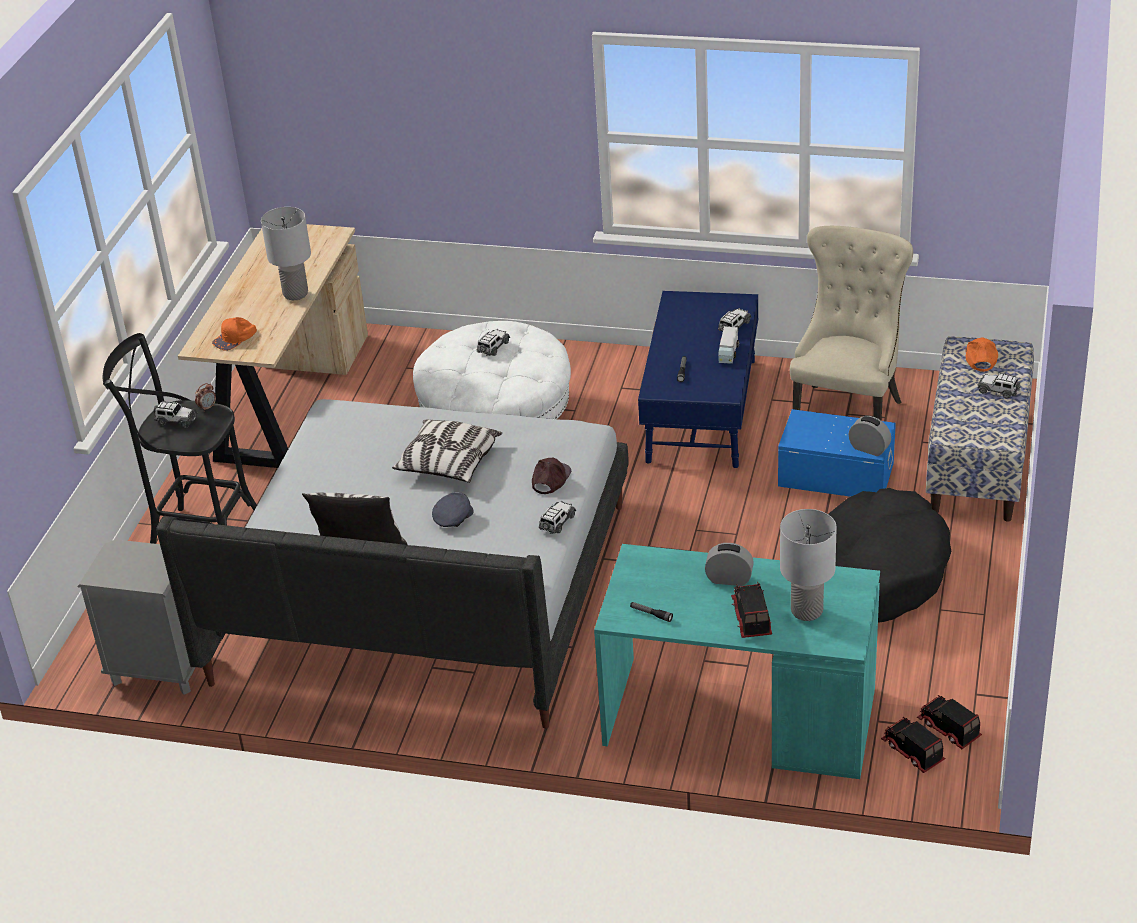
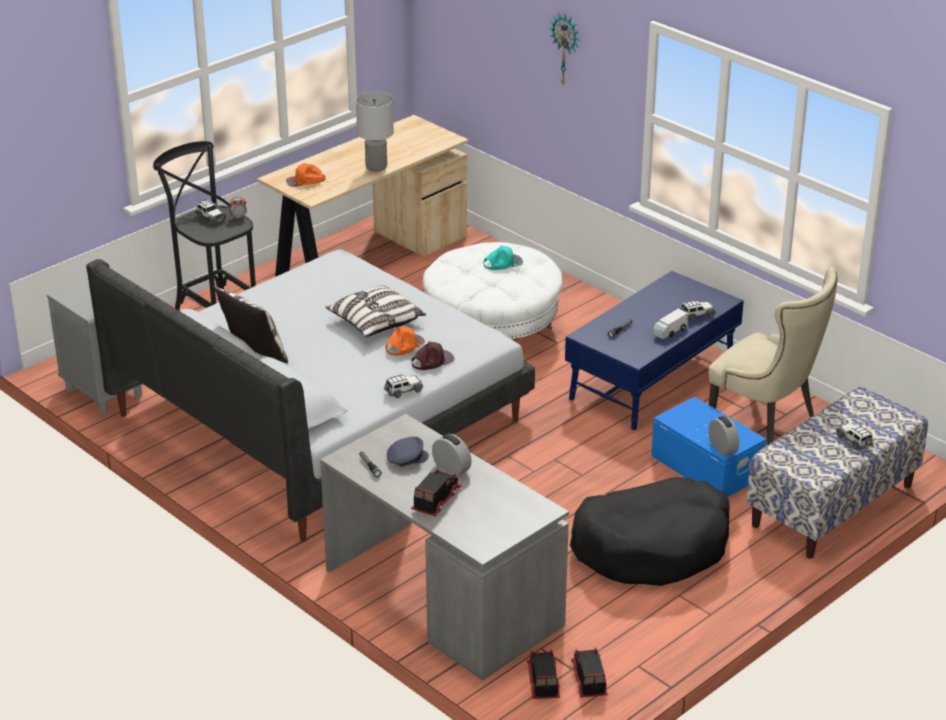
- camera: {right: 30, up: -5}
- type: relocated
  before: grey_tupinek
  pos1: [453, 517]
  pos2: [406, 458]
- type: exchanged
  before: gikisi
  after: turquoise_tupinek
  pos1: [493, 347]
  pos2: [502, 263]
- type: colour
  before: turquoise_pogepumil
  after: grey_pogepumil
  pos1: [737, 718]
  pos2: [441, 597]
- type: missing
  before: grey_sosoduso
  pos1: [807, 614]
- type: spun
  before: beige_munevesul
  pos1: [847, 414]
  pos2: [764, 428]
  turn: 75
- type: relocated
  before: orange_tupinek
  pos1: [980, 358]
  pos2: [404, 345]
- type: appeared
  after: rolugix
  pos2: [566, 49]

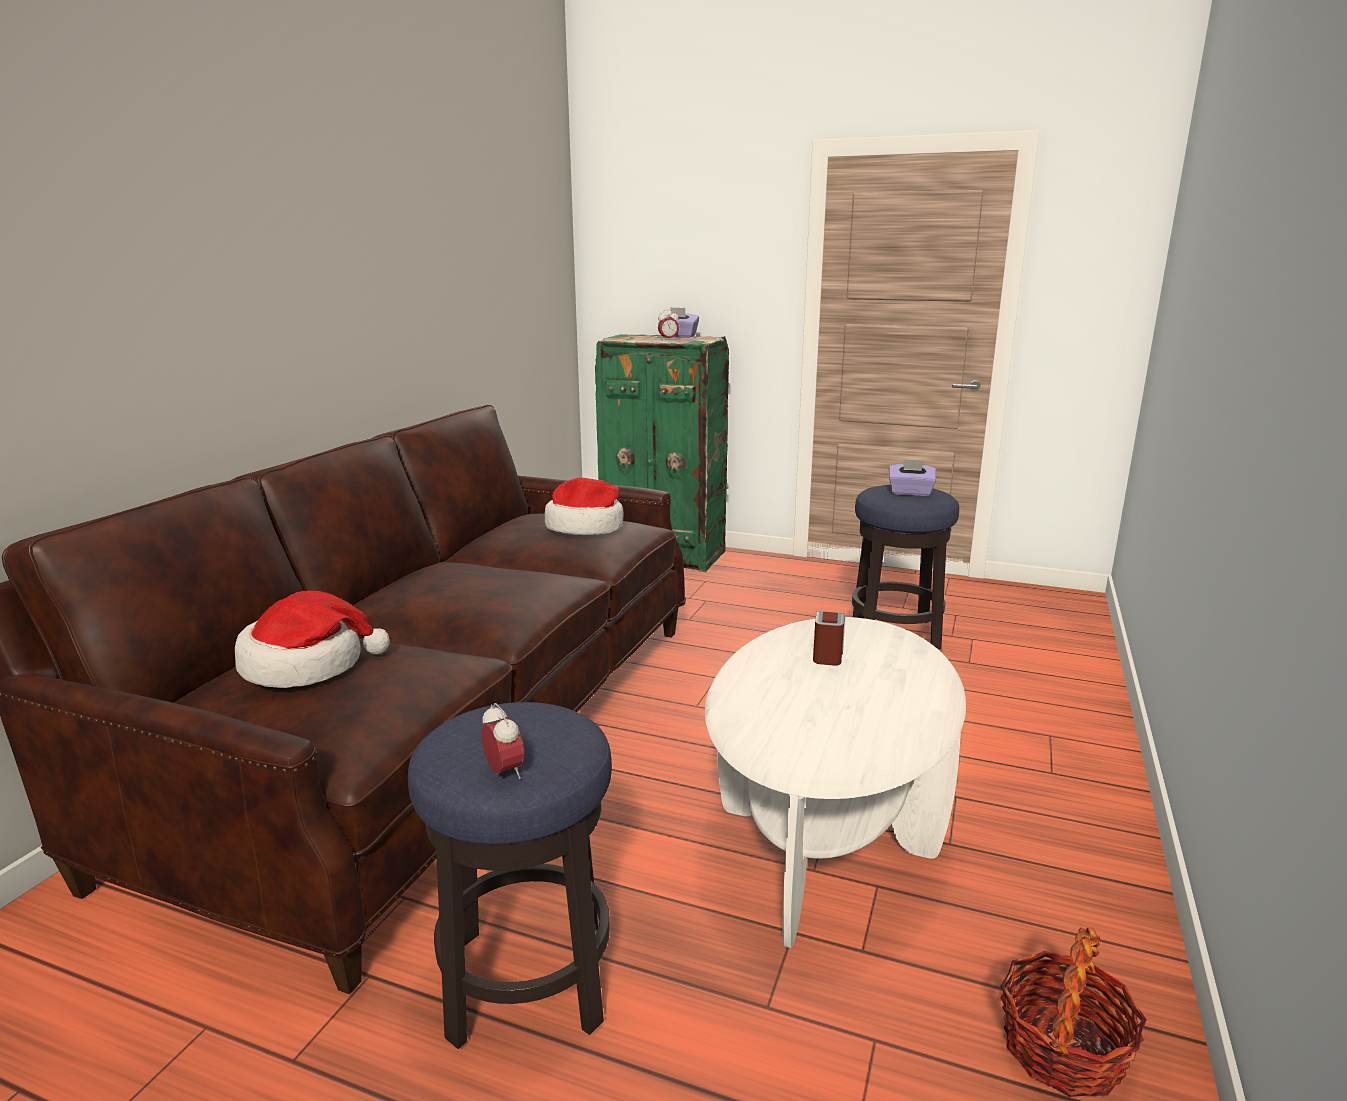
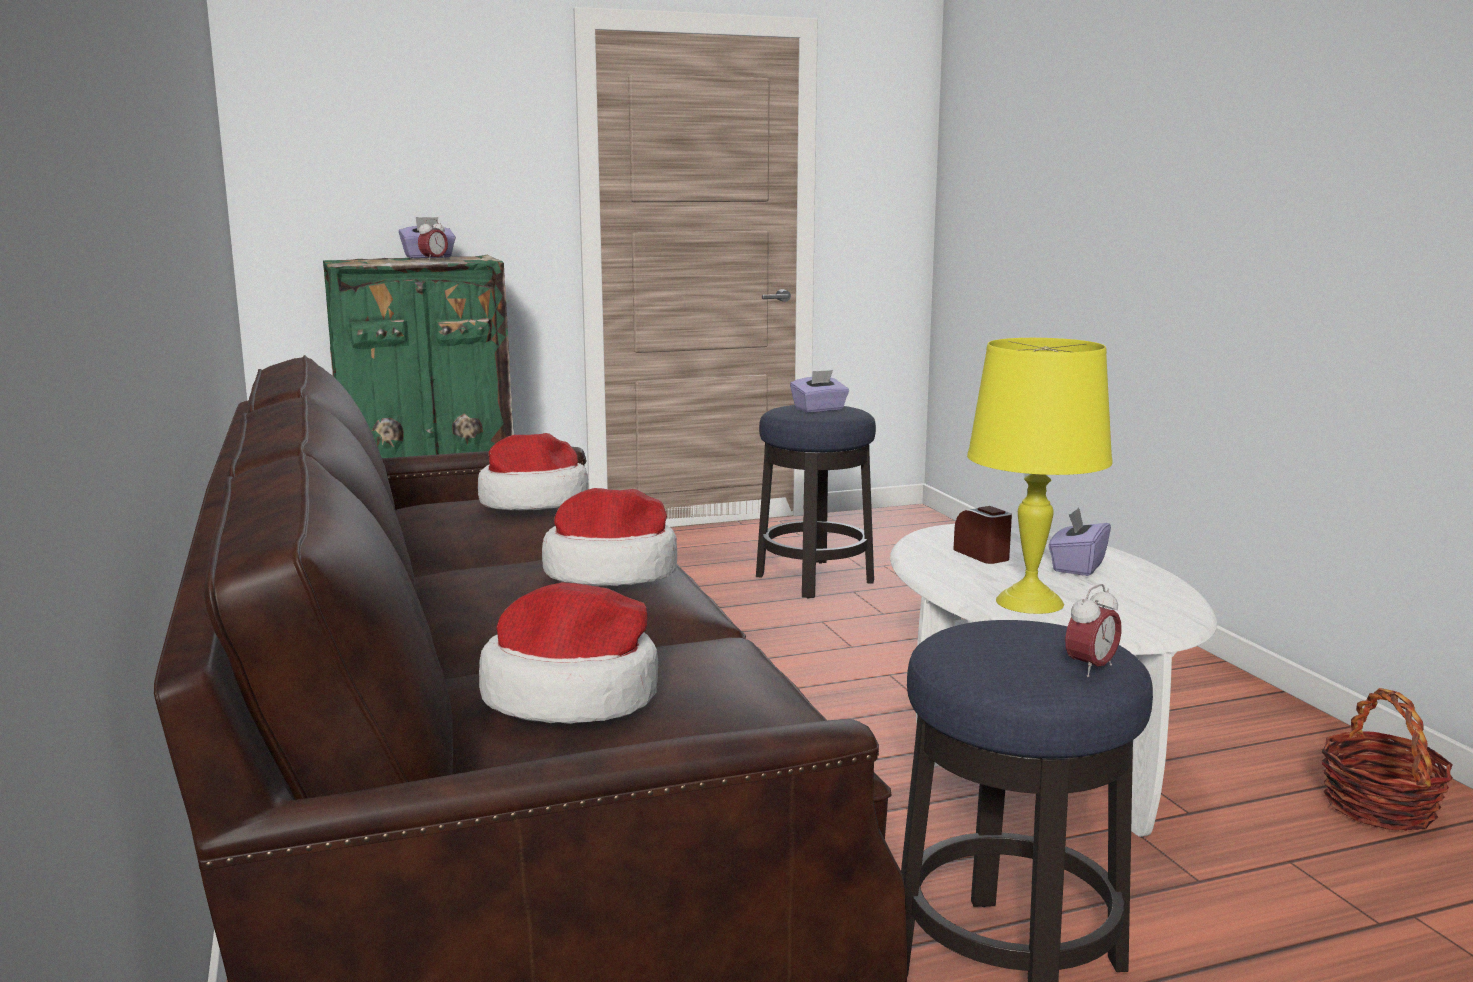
- camera: {right: -40, up: -5}
- type: spun
  before: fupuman
  pos1: [504, 772]
  pos2: [1090, 668]
  turn: 120
- type: appeared
  after: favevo
  pos2: [611, 572]
- type: appeared
  after: yellow_sosoduso
  pos2: [1028, 602]
- type: appeared
  after: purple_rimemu
  pos2: [1077, 566]

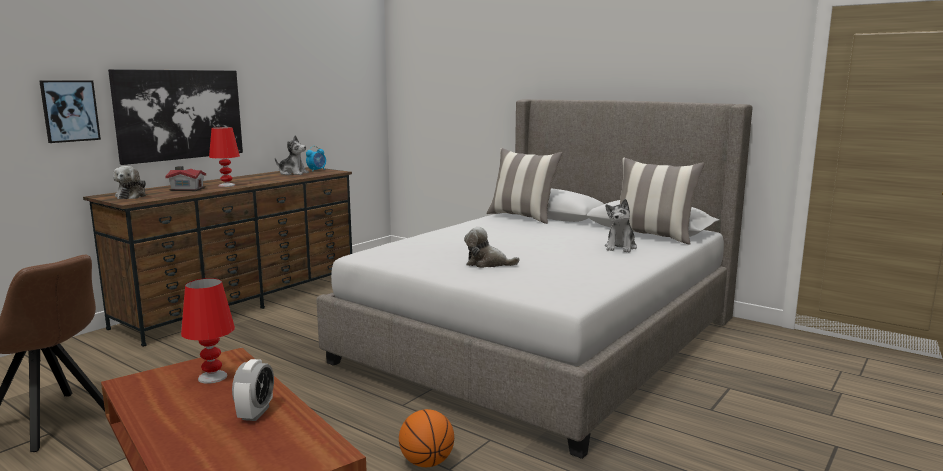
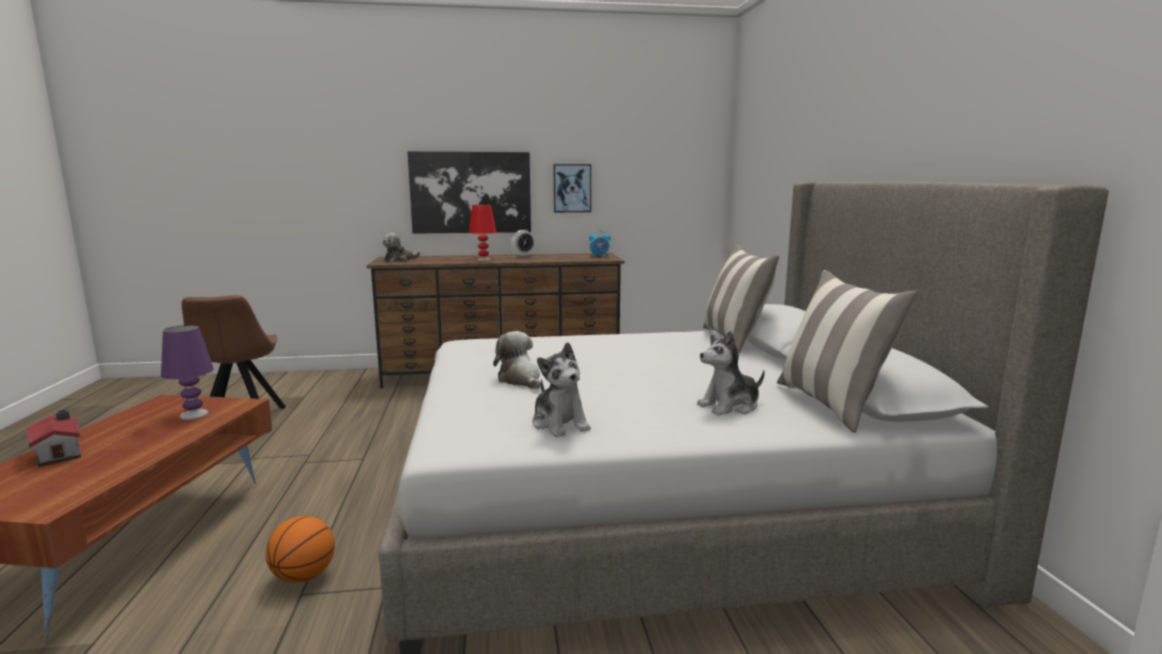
- camera: {right: 45, up: 0}
- type: relocated
  before: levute
  pos1: [70, 111]
  pos2: [572, 188]
- type: relocated
  before: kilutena
  pos1: [187, 189]
  pos2: [60, 453]
- type: colour
  before: red_sosoduso
  after: purple_sosoduso
  pos1: [213, 377]
  pos2: [194, 415]
- type: relocated
  before: fupuman
  pos1: [255, 413]
  pos2: [523, 256]
- type: relocated
  before: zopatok
  pos1: [293, 173]
  pos2: [560, 424]

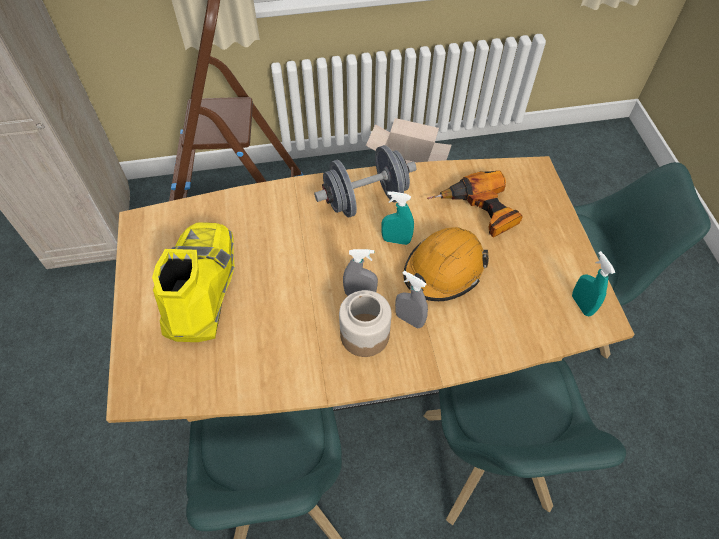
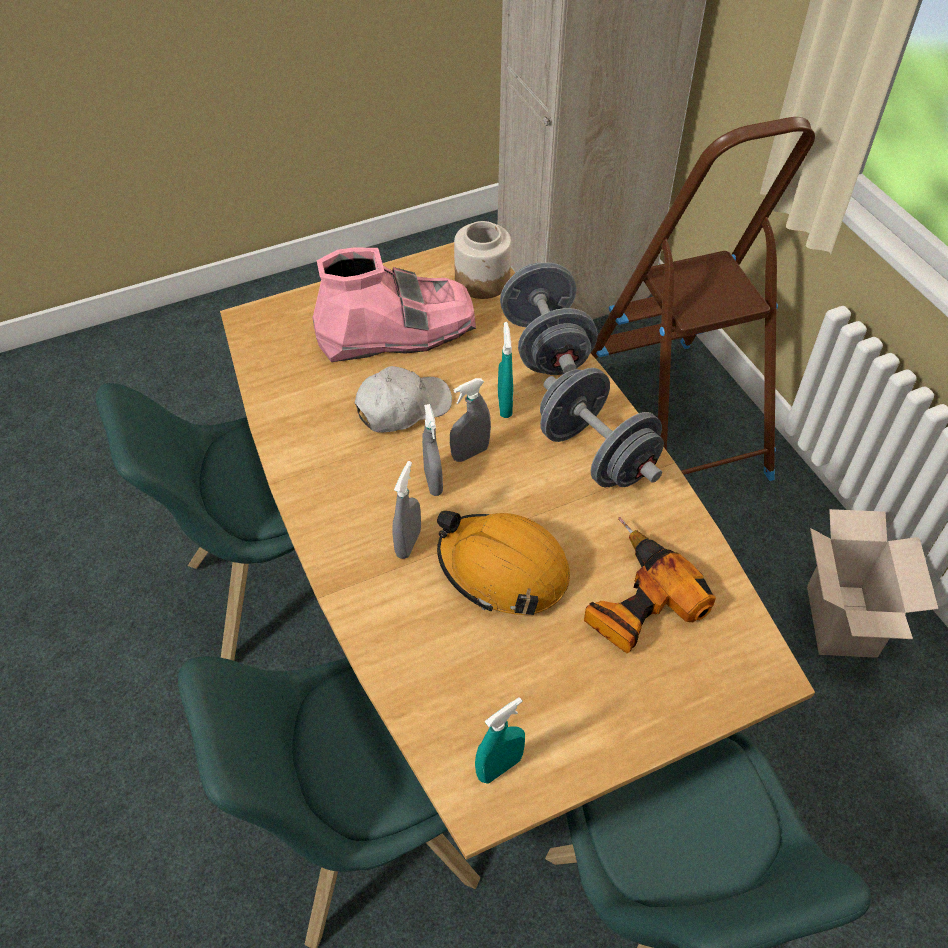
- camera: {right: 75, up: -5}
- type: colour
  before: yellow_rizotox
  after: pink_rizotox
  pos1: [201, 287]
  pos2: [397, 332]
- type: relocated
  before: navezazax
  pos1: [364, 334]
  pos2: [482, 280]
- type: relocated
  before: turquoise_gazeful
  pos1: [396, 240]
  pos2: [504, 405]
- type: appeared
  after: white_tupinek
  pos2: [402, 407]
- type: appeared
  after: grey_gazeful
  pos2: [470, 453]
- type: appeared
  after: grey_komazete
  pos2: [545, 346]

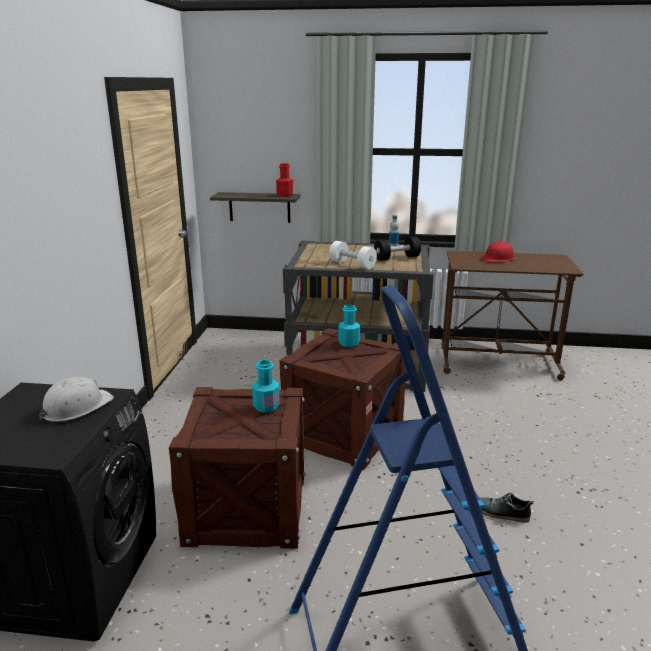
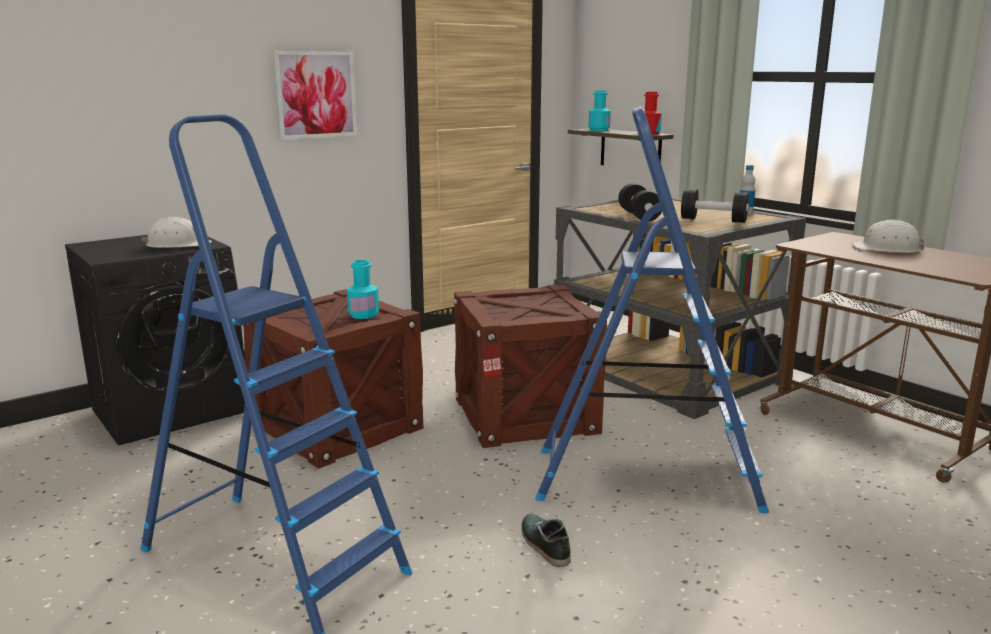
- camera: {right: 45, up: -5}
- type: colour
  before: white_komazete
  after: black_komazete
  pos1: [352, 265]
  pos2: [639, 216]
- type: relocated
  before: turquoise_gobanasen
  pos1: [349, 343]
  pos2: [599, 130]
- type: colour
  before: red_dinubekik
  after: white_dinubekik
  pos1: [498, 258]
  pos2: [887, 249]
- type: appeared
  after: levute
  pos2: [315, 95]
- type: appeared
  after: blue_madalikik
  pos2: [648, 480]

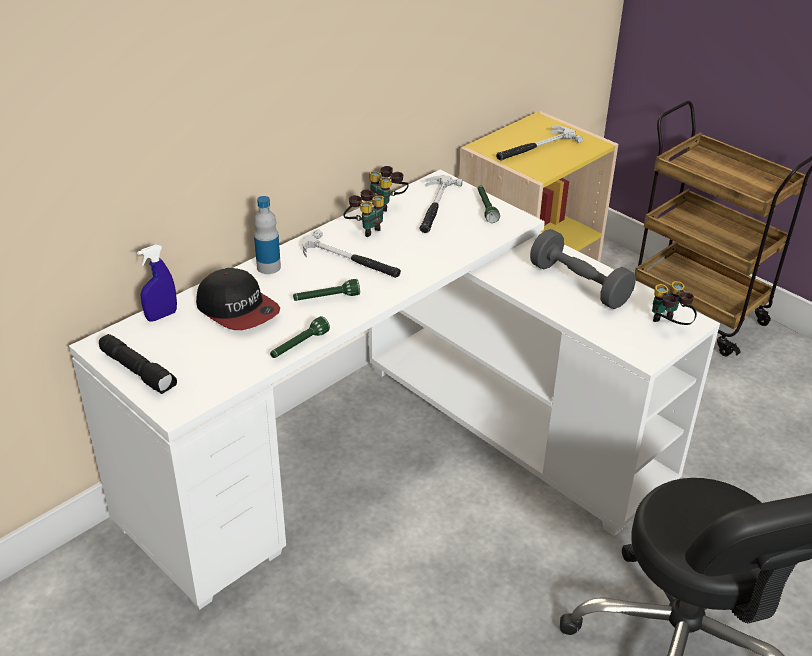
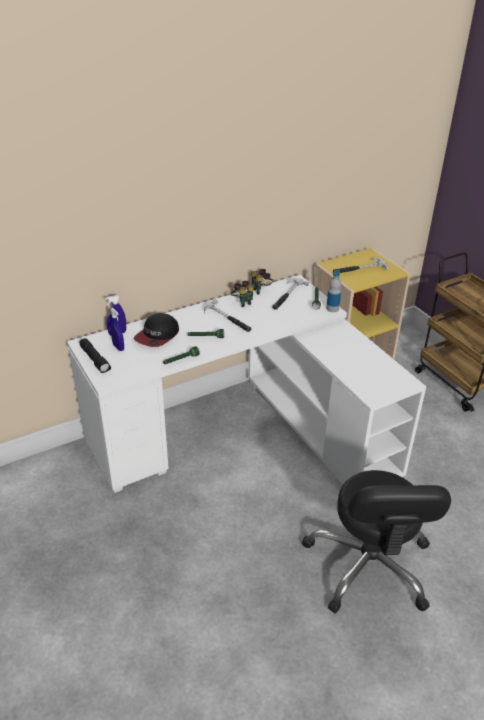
- camera: {right: 15, up: 0}
- type: spun
  before: tupinek
  pos1: [238, 309]
  pos2: [157, 336]
  turn: 60
- type: relocated
  before: gobanasen
  pos1: [268, 267]
  pos2: [332, 308]
- type: missing
  before: grey_komazete
  pos1: [579, 284]
- type: missing
  before: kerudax
  pos1: [668, 326]
- type: appeared
  after: blue_gazeful
  pos2: [118, 347]

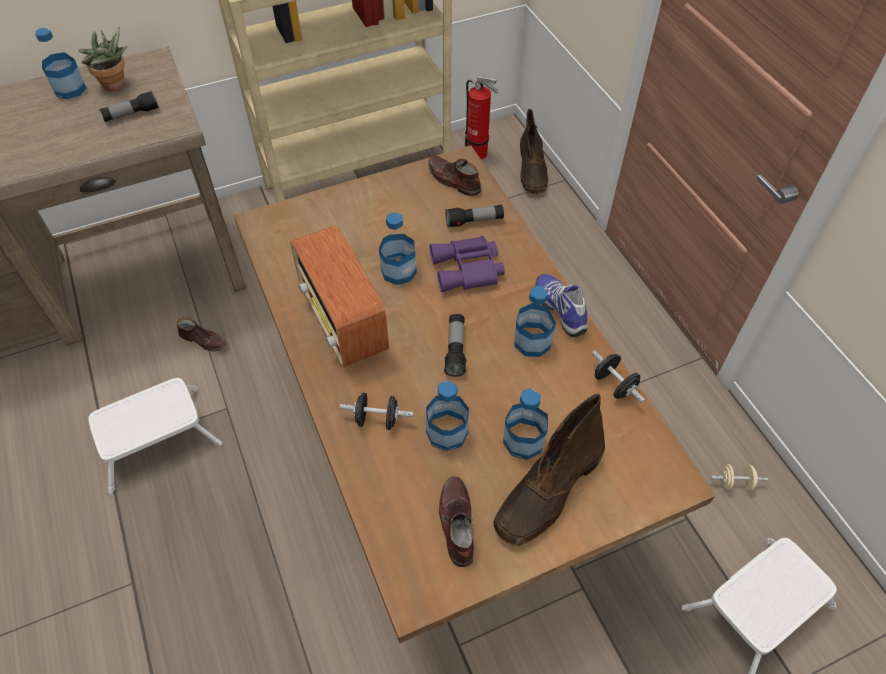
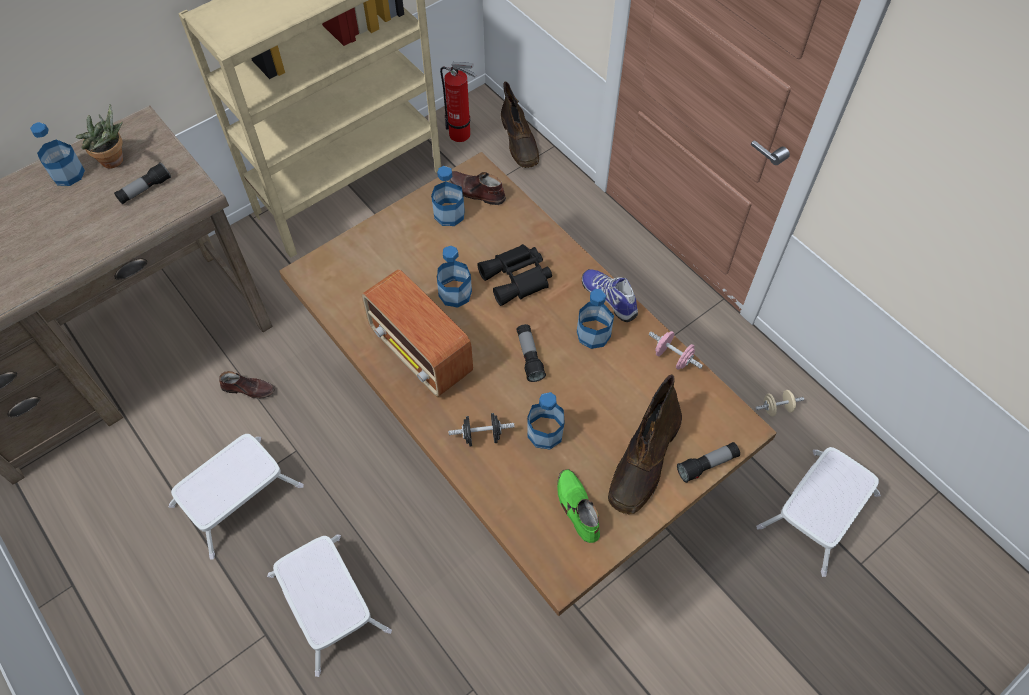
- camera: {right: -15, up: 5}
- type: colour
  before: purple_kerudax
  after: black_kerudax
  pos1: [468, 270]
  pos2: [517, 279]
- type: colour
  before: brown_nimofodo
  after: green_nimofodo
  pos1: [456, 523]
  pos2: [577, 508]
- type: relocated
  before: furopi
  pos1: [474, 221]
  pos2: [707, 465]
- type: relocated
  before: gobanasen
  pos1: [523, 441]
  pos2: [449, 214]
- type: colour
  before: black_komazete
  after: pink_komazete
  pos1: [614, 385]
  pos2: [672, 357]
- type: appeared
  after: white_madalikik
  pos2: [327, 603]

